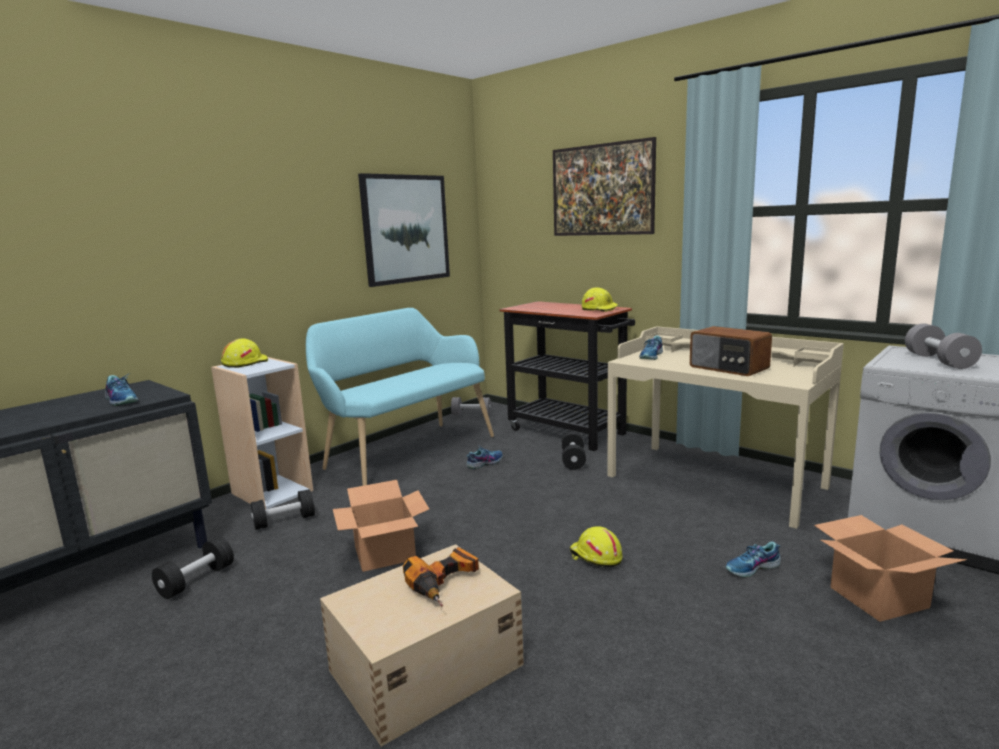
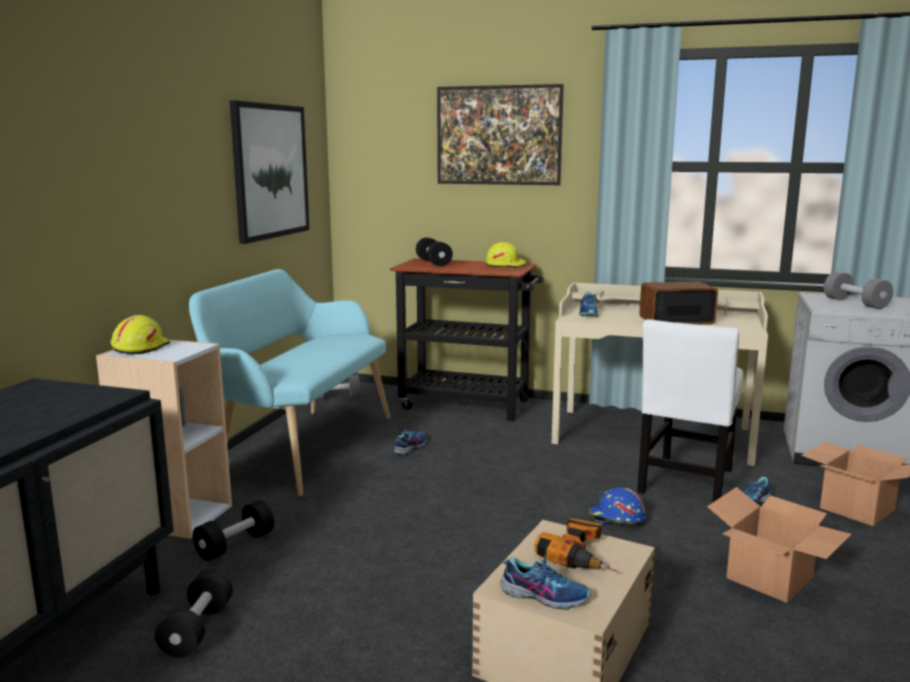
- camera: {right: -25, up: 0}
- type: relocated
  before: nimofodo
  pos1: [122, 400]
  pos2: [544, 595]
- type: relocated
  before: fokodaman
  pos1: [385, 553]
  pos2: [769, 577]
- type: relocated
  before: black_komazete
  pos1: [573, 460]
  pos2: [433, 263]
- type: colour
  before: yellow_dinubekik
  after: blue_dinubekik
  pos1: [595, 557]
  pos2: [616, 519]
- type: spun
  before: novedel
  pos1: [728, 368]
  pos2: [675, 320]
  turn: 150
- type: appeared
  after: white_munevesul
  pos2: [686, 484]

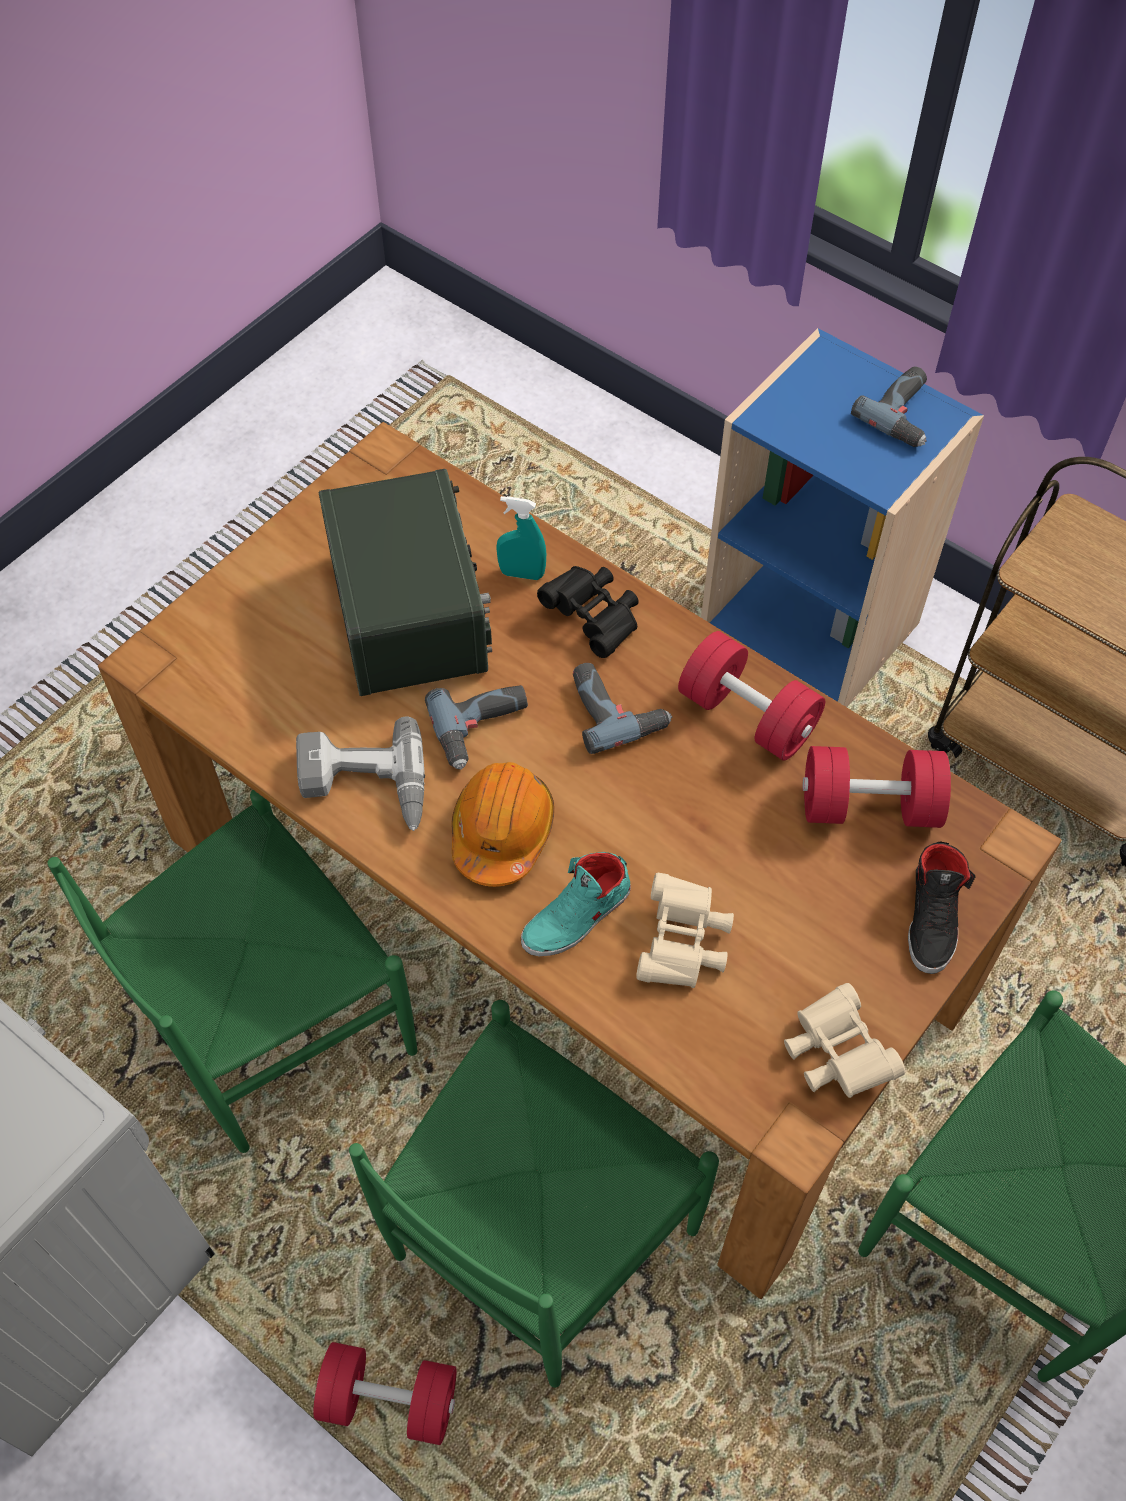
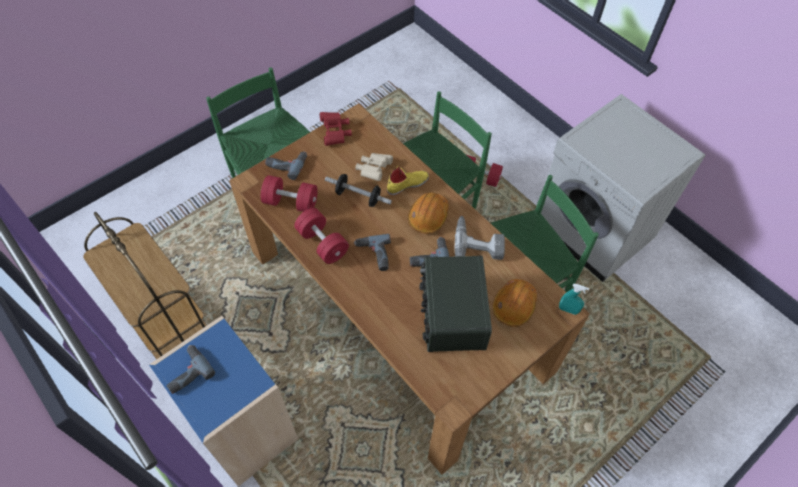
- camera: {right: -170, up: 0}
- type: relocated
  before: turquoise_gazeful
  pos1: [522, 574]
  pos2: [568, 310]
- type: colour
  before: turquoise_nimofodo
  after: yellow_nimofodo
  pos1: [577, 917]
  pos2: [407, 184]
- type: missing
  before: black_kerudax
  pos1: [594, 618]
- type: colour
  before: beige_kerudax
  after: red_kerudax
  pos1: [836, 1053]
  pos2: [335, 133]
- type: exchanged
  before: black_nimofodo
  after: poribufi
  pos1: [932, 917]
  pos2: [286, 164]
- type: appeared
  after: komazete
  pos2: [358, 196]
- type: appeared
  after: orange_dinubekik
  pos2: [514, 305]

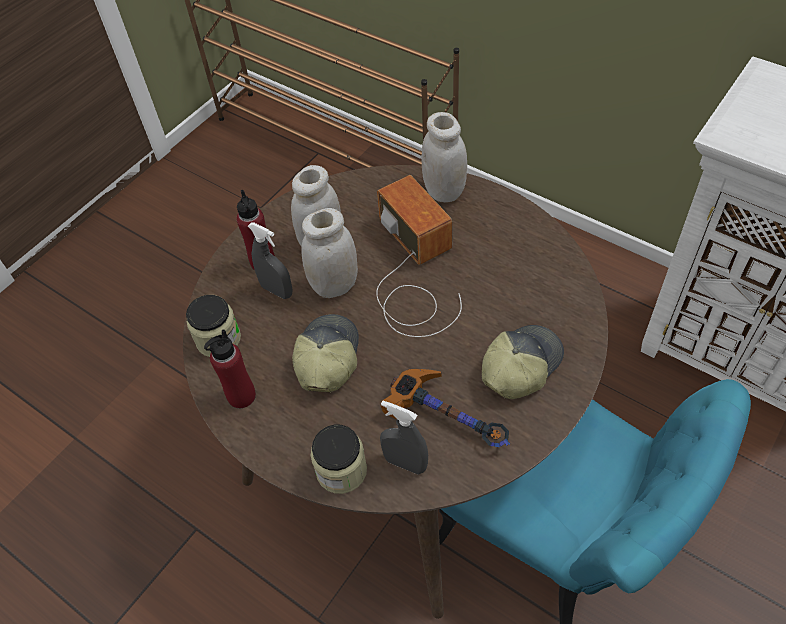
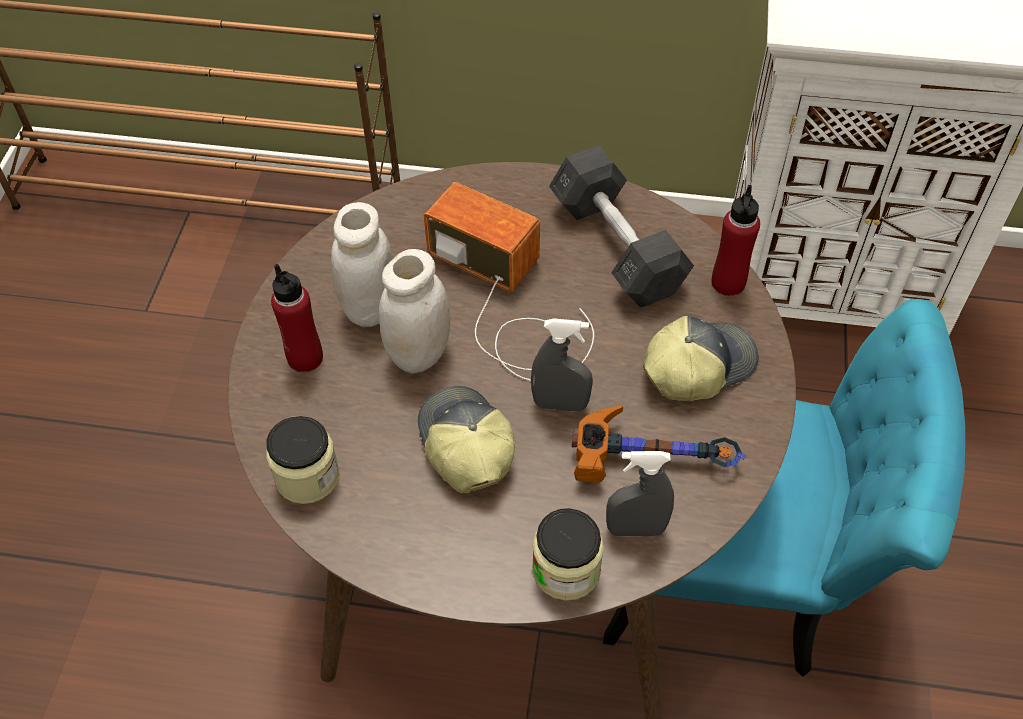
- camera: {right: -30, up: 0}
- type: relocated
  before: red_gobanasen
  pos1: [241, 396]
  pos2: [728, 283]
- type: relocated
  before: grey_gazeful
  pos1: [277, 290]
  pos2: [560, 404]
- type: missing
  before: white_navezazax
  pos1: [444, 191]
- type: spun
  before: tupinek
  pos1: [520, 365]
  pos2: [697, 366]
  turn: 45
- type: appeared
  after: grey_komazete
  pos2: [617, 246]

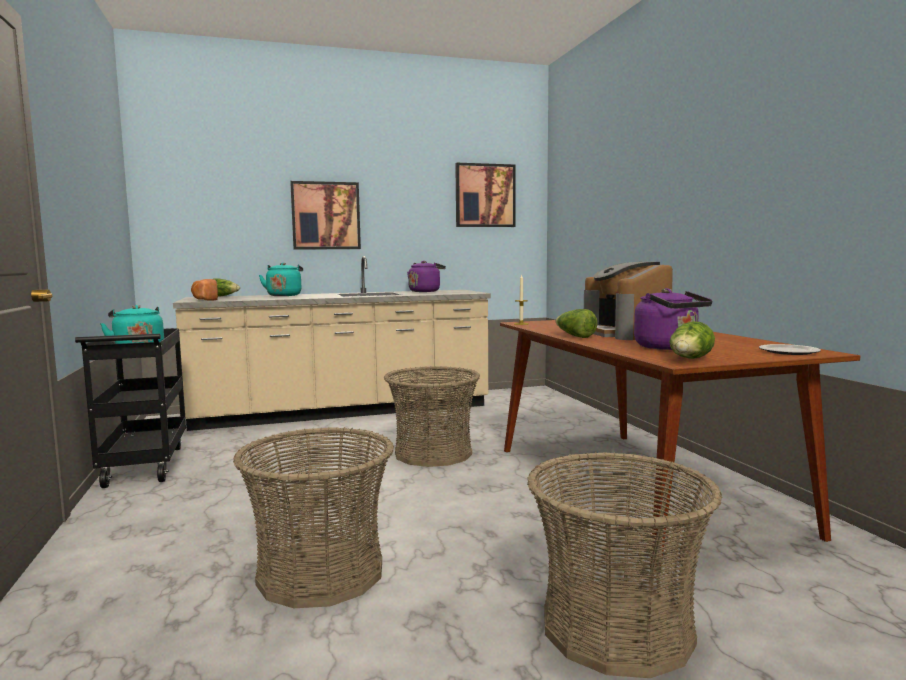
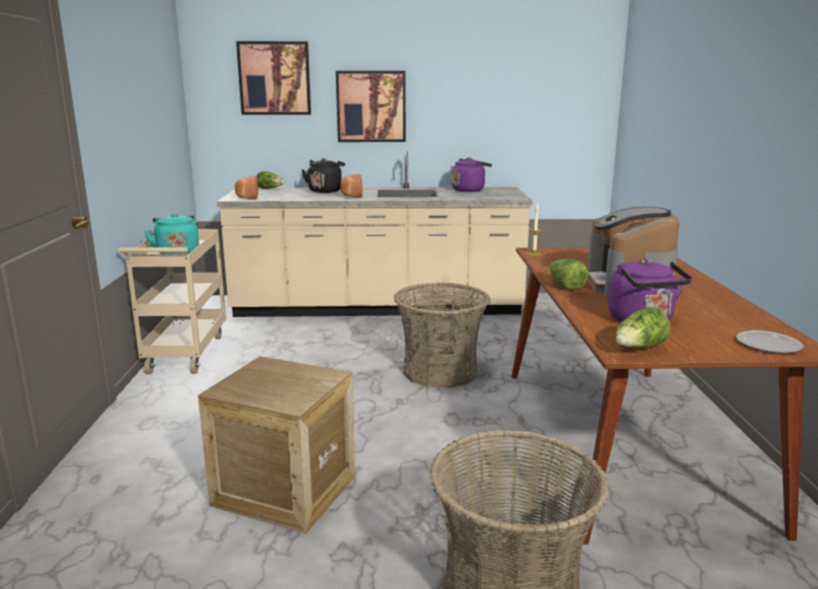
- camera: {right: 15, up: 10}
- type: colour
  before: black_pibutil
  after: beige_pibutil
  pos1: [144, 467]
  pos2: [186, 355]
- type: exchanged
  before: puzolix
  after: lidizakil
  pos1: [320, 573]
  pos2: [284, 491]
- type: colour
  before: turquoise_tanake
  after: black_tanake
  pos1: [284, 295]
  pos2: [325, 191]
- type: relocated
  before: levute
  pos1: [485, 195]
  pos2: [274, 78]
- type: appeared
  after: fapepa
  pos2: [351, 195]

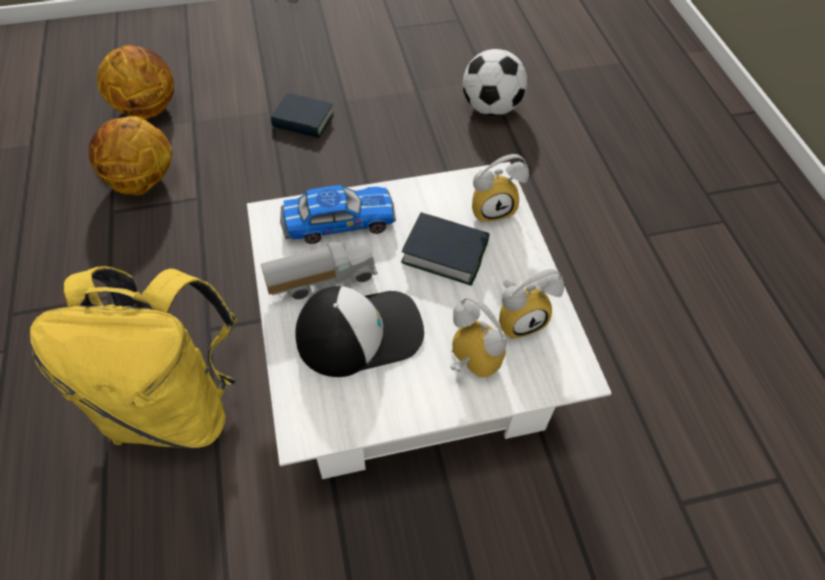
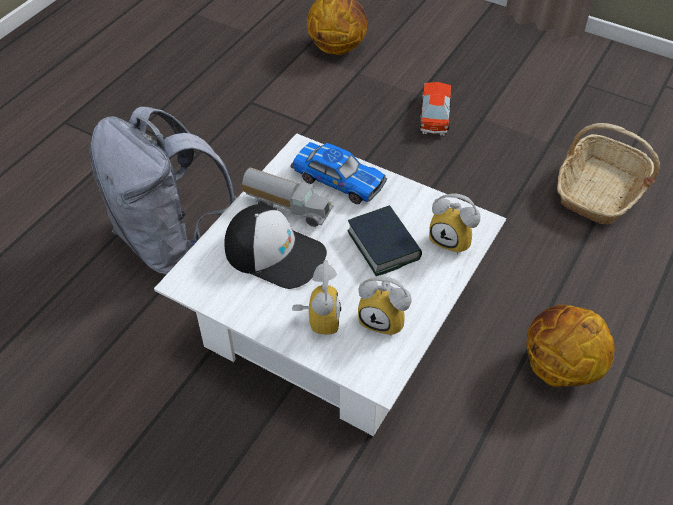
- camera: {right: 45, up: -5}
- type: colour
  before: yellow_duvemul
  after: grey_duvemul
  pos1: [177, 404]
  pos2: [172, 241]
- type: relocated
  before: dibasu
  pos1: [142, 182]
  pos2: [558, 368]
- type: exchanged
  before: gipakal
  after: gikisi
  pos1: [303, 121]
  pos2: [434, 115]
- type: exchanged
  before: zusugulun
  after: puzolix
  pos1: [491, 108]
  pos2: [599, 191]

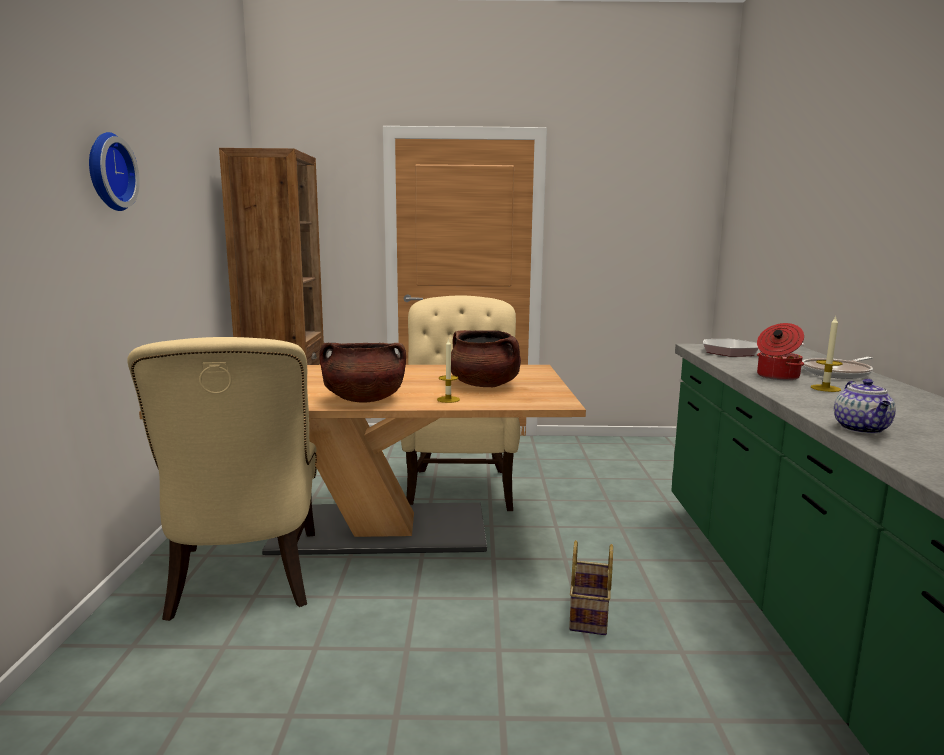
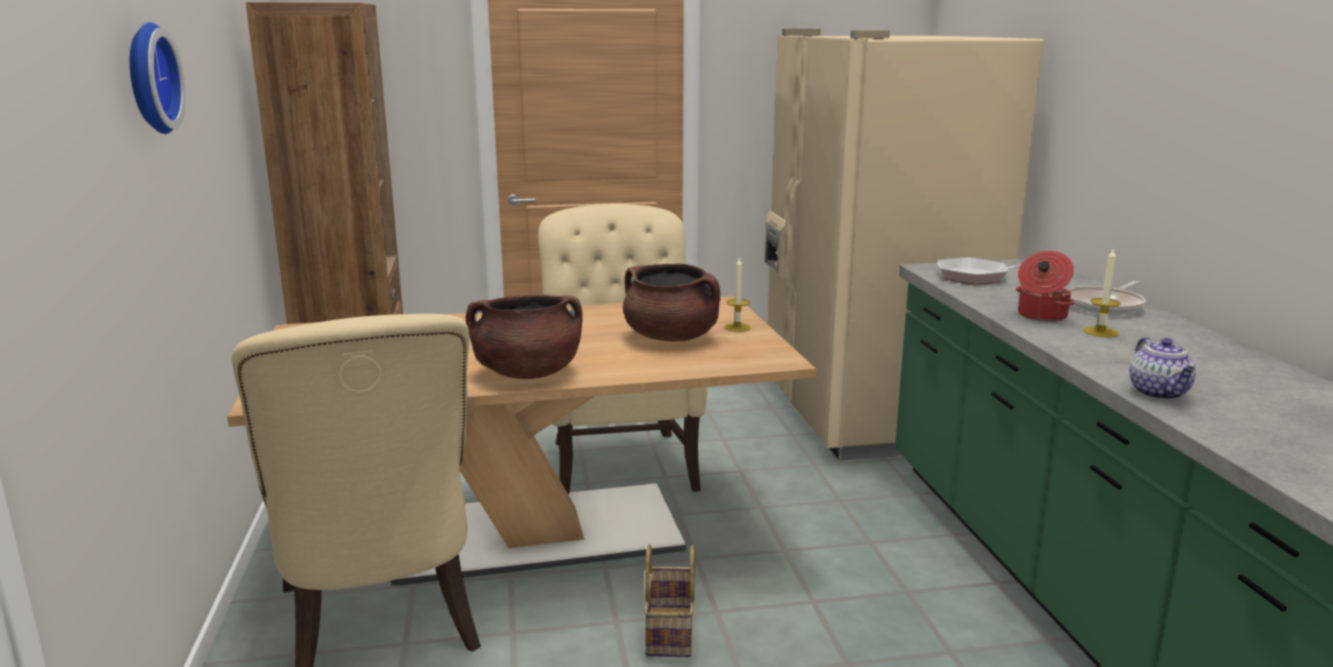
- camera: {right: -10, up: 5}
- type: relocated
  before: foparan
  pos1: [448, 399]
  pos2: [737, 327]
- type: relocated
  before: puzolix
  pos1: [590, 615]
  pos2: [671, 633]
- type: appeared
  after: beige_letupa
  pos2: [869, 412]

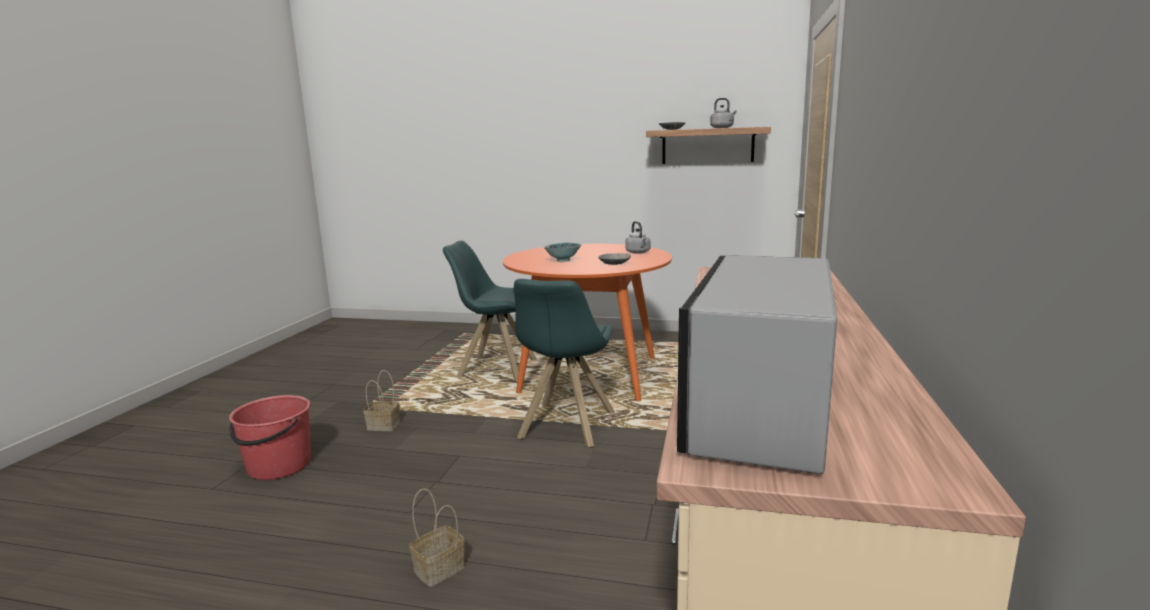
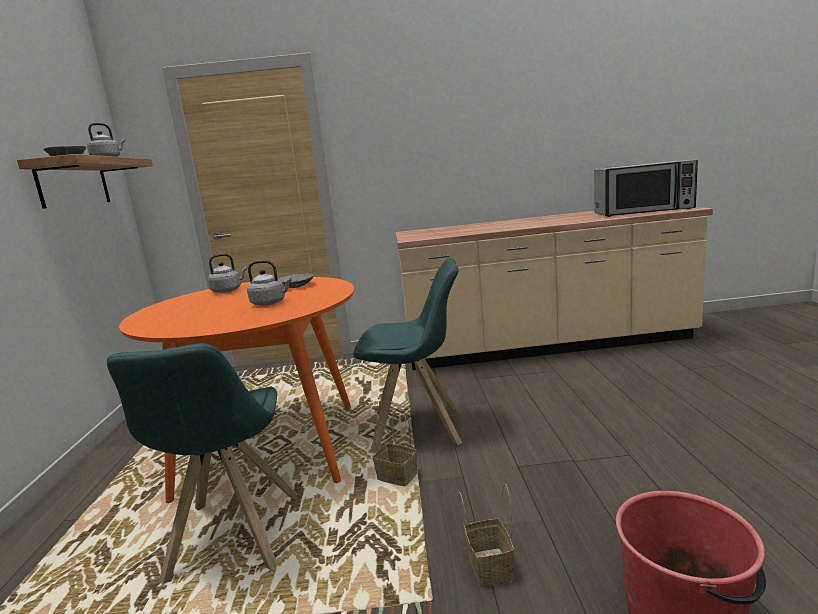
- camera: {right: -105, up: 0}
- type: relocated
  before: puzolix
  pos1: [438, 570]
  pos2: [399, 476]
- type: exchanged
  before: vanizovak
  after: grey_tanake
  pos1: [563, 261]
  pos2: [270, 303]

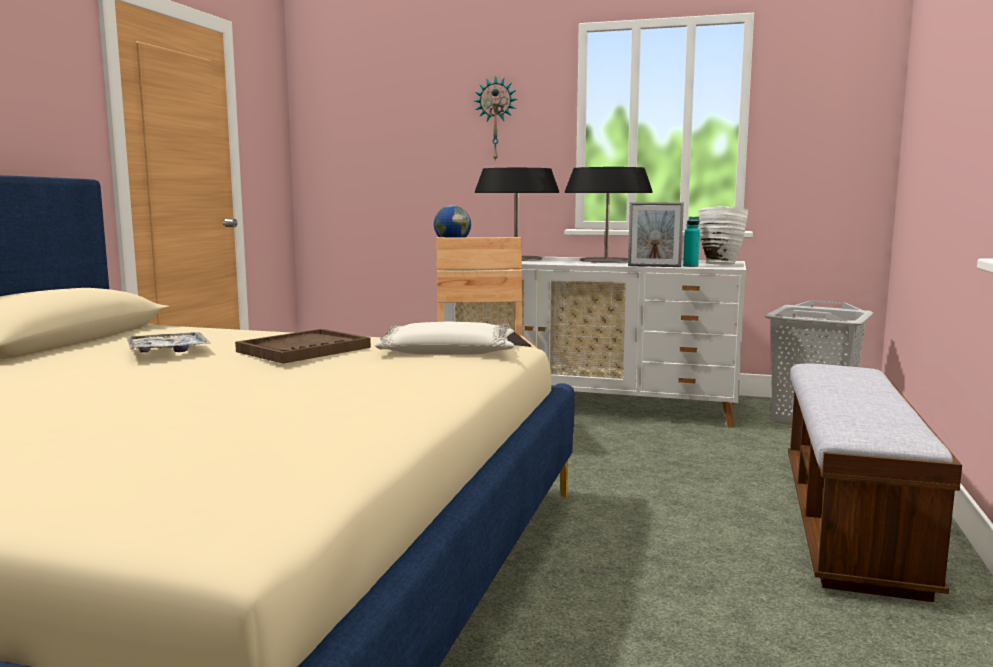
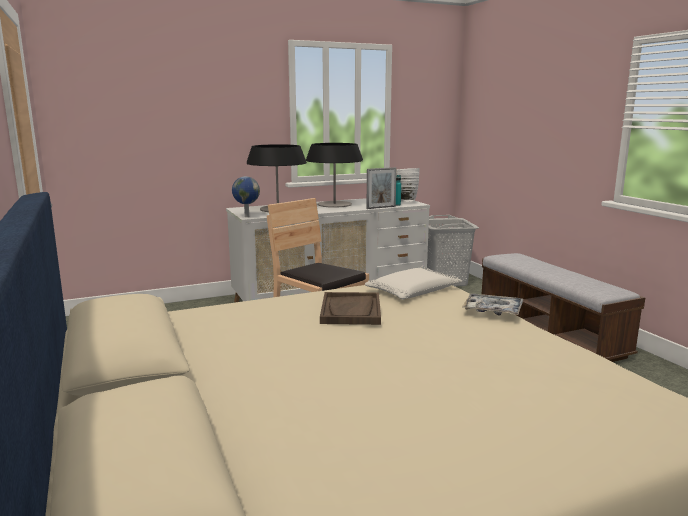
- camera: {right: -40, up: 5}
- type: relocated
  before: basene
  pos1: [168, 351]
  pos2: [493, 310]
- type: missing
  before: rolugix
  pos1: [496, 119]

